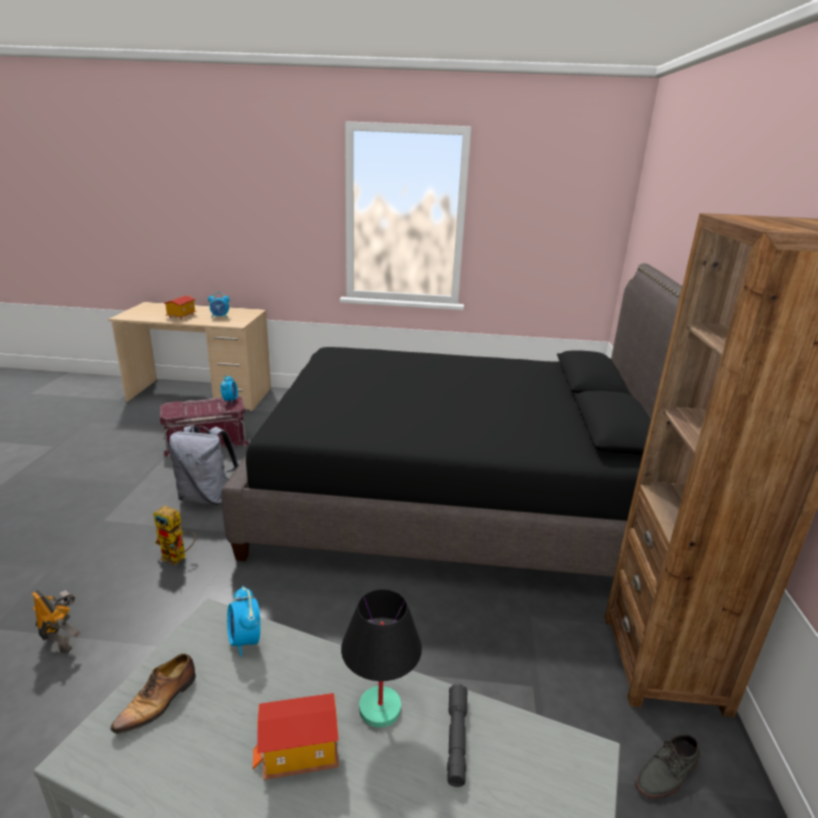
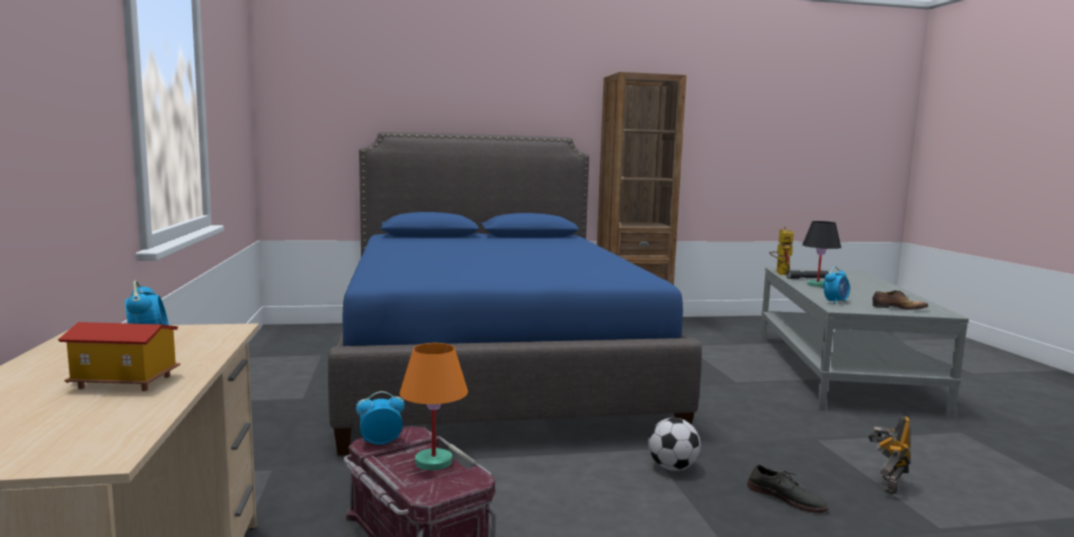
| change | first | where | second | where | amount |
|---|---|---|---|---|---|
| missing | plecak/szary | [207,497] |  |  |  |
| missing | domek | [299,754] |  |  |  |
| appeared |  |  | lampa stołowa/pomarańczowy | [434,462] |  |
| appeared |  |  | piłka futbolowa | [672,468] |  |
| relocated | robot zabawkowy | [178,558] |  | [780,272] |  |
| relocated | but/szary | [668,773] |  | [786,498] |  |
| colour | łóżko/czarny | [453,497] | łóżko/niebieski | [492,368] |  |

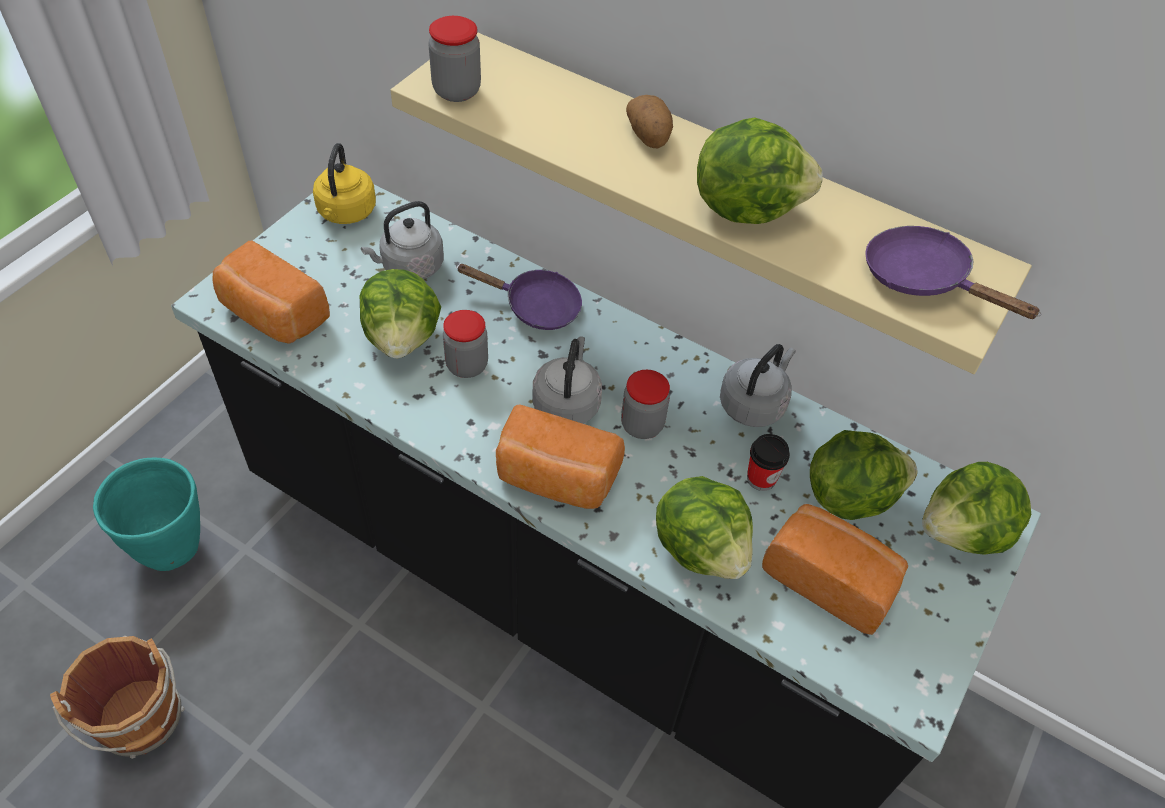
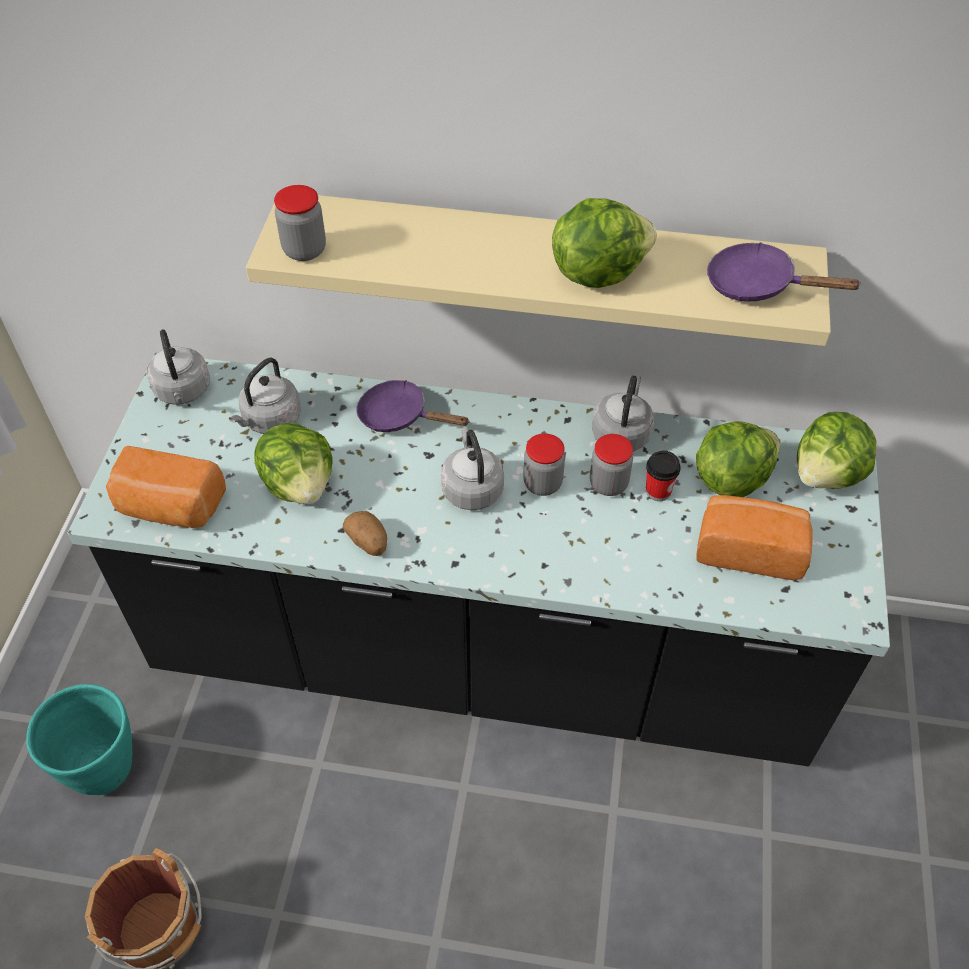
| change | first | where | second | where | amount |
|---|---|---|---|---|---|
| missing | chleb | [555,479] |  |  |  |
| missing | sałata | [701,547] |  |  |  |
| relocated | słoik | [467,365] |  | [608,484] |  |
| relocated | ziemniak | [649,137] |  | [368,542] |  |
| colour | czajnik/żółty | [346,213] | czajnik/szary | [183,392] |  |
| spun | patelnia/fioletowy | [535,306] |  | [399,416] | 150 degrees counterclockwise |

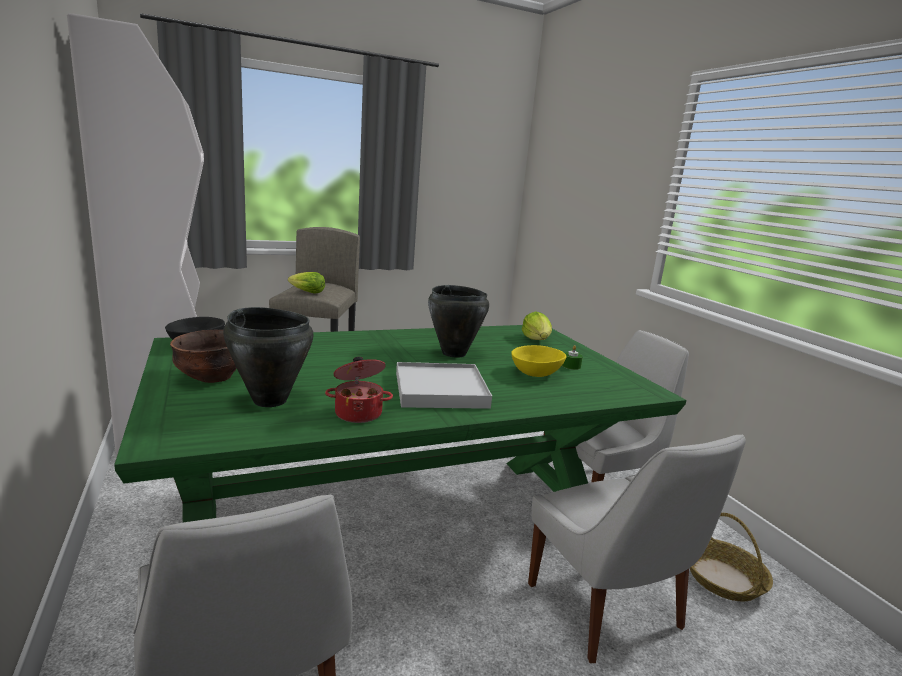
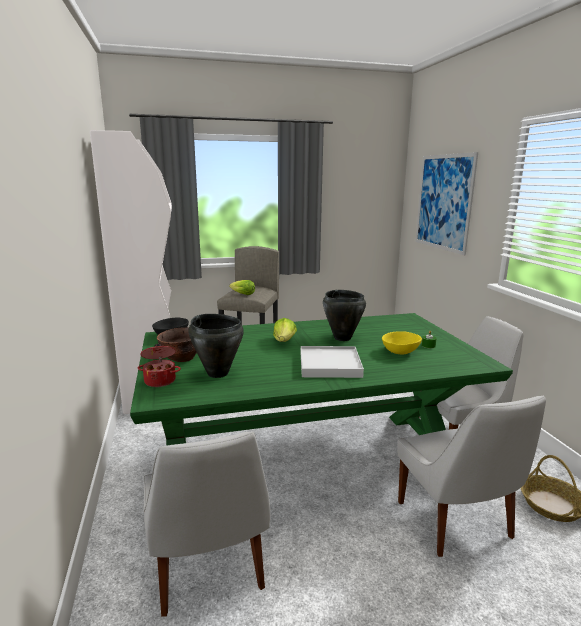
| change | first | where | second | where | amount |
|---|---|---|---|---|---|
| appeared |  |  | obraz | [443,202] |  |
| relocated | garnek | [358,413] |  | [160,380] |  |
| relocated | sałata | [537,340] |  | [284,341] |  |

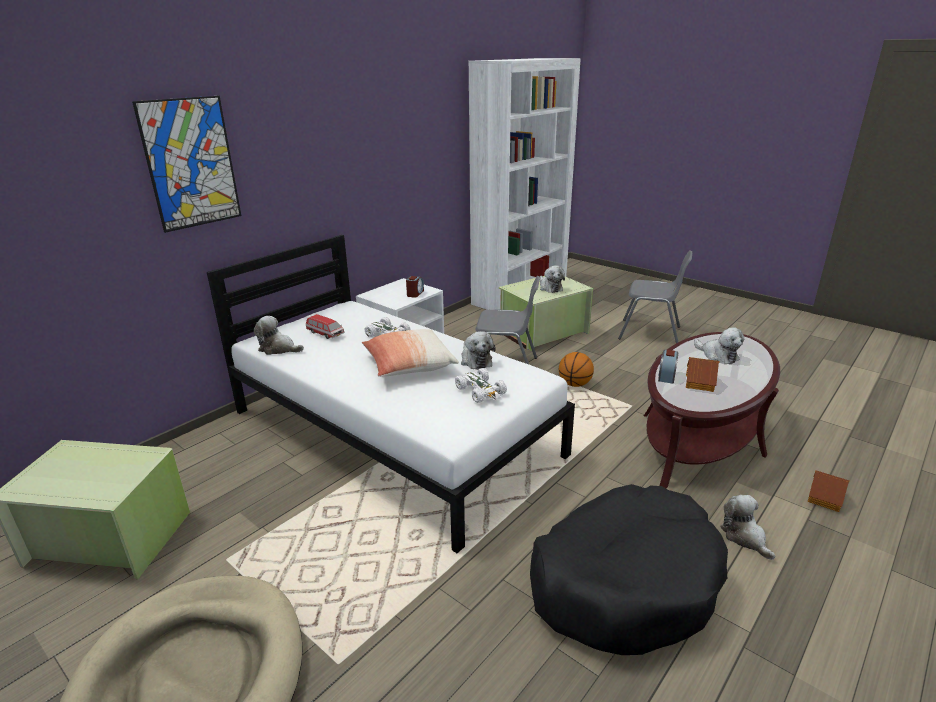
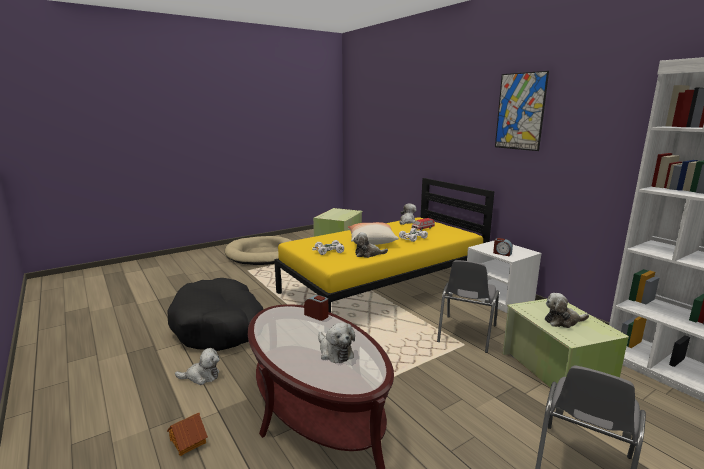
| change | first | where | second | where | amount |
|---|---|---|---|---|---|
| missing | piłka do koszykówki | [575,384] |  |  |  |
| missing | domek | [699,383] |  |  |  |
| relocated | obraz | [191,163] |  | [520,111] |  |
| colour | łóżko/biały | [394,432] | łóżko/żółty | [384,287] |  |
| spun | pluszak | [717,356] |  | [334,352] | 105 degrees counterclockwise |

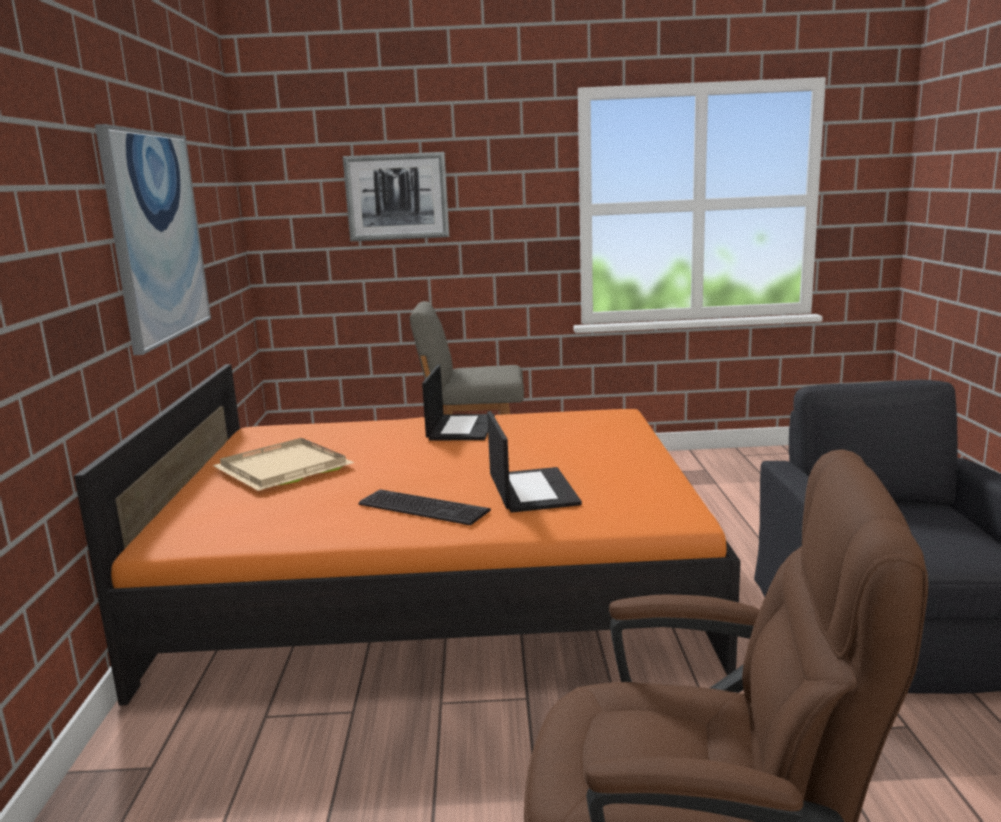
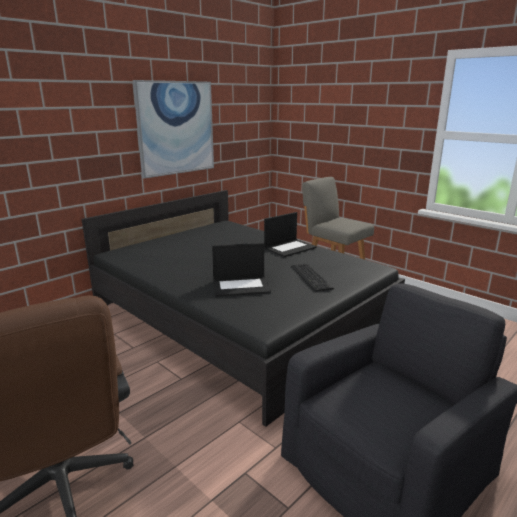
| change | first | where | second | where | amount |
|---|---|---|---|---|---|
| missing | taca/beżowy | [281,468] |  |  |  |
| missing | obraz | [397,197] |  |  |  |
| relocated | klawiatura | [423,506] |  | [312,276] |  |
| colour | łóżko/pomarańczowy | [438,580] | łóżko/czarny | [240,317] |  |
| spun | laptop | [531,490] |  | [241,286] | 45 degrees clockwise |

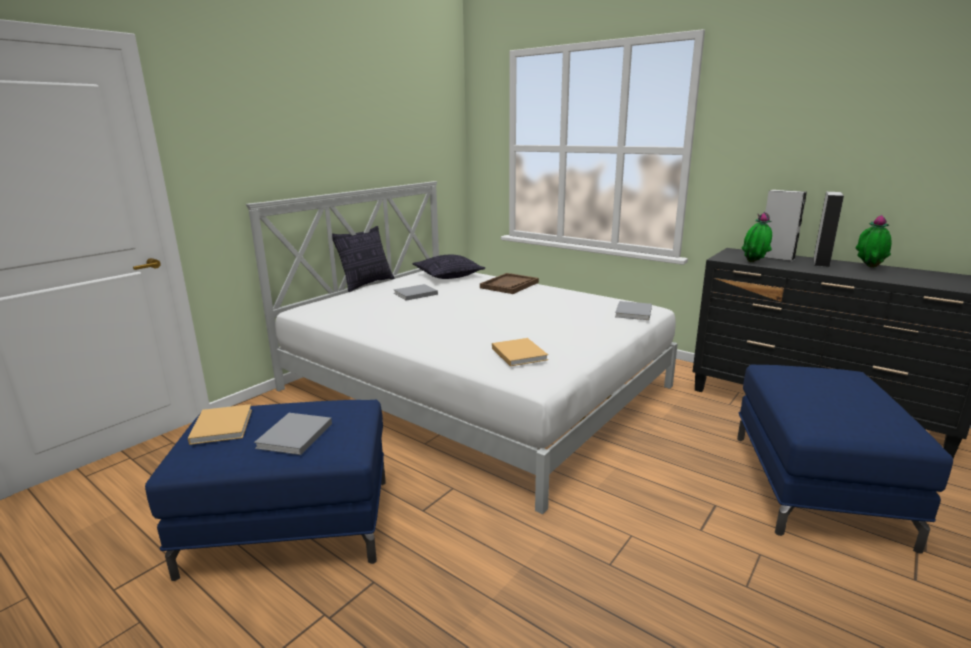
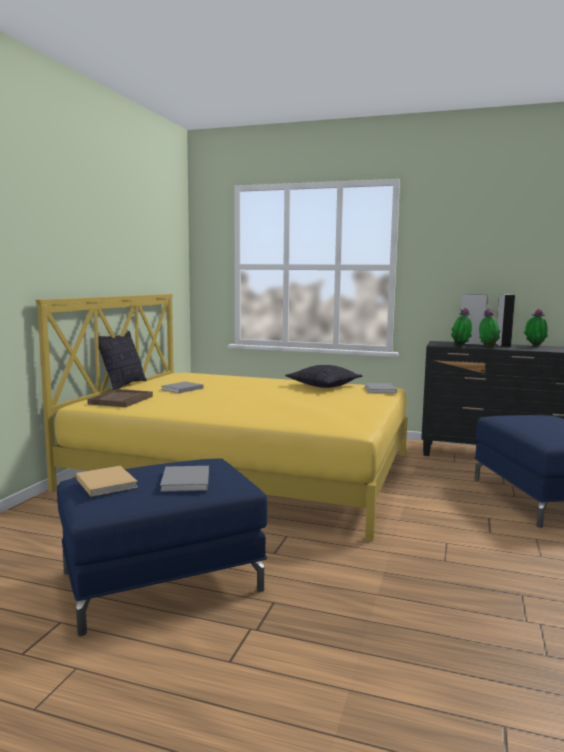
| change | first | where | second | where | amount |
|---|---|---|---|---|---|
| missing | książka/beżowy | [518,353] |  |  |  |
| appeared |  |  | roślina doniczkowa | [487,347] |  |
| relocated | poduszka | [448,276] |  | [323,386] |  |
| relocated | taca/brązowy | [509,285] |  | [121,400] |  |
| colour | łóżko/biały | [473,388] | łóżko/żółty | [245,471] |  |

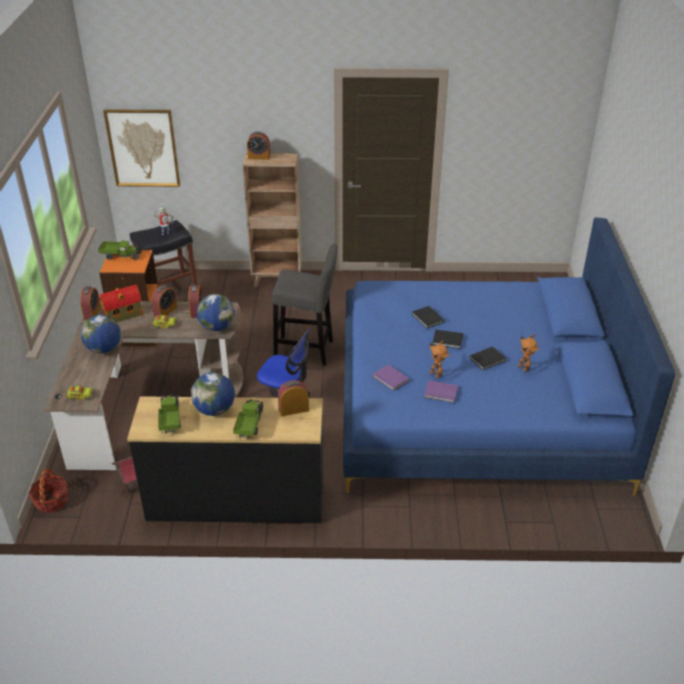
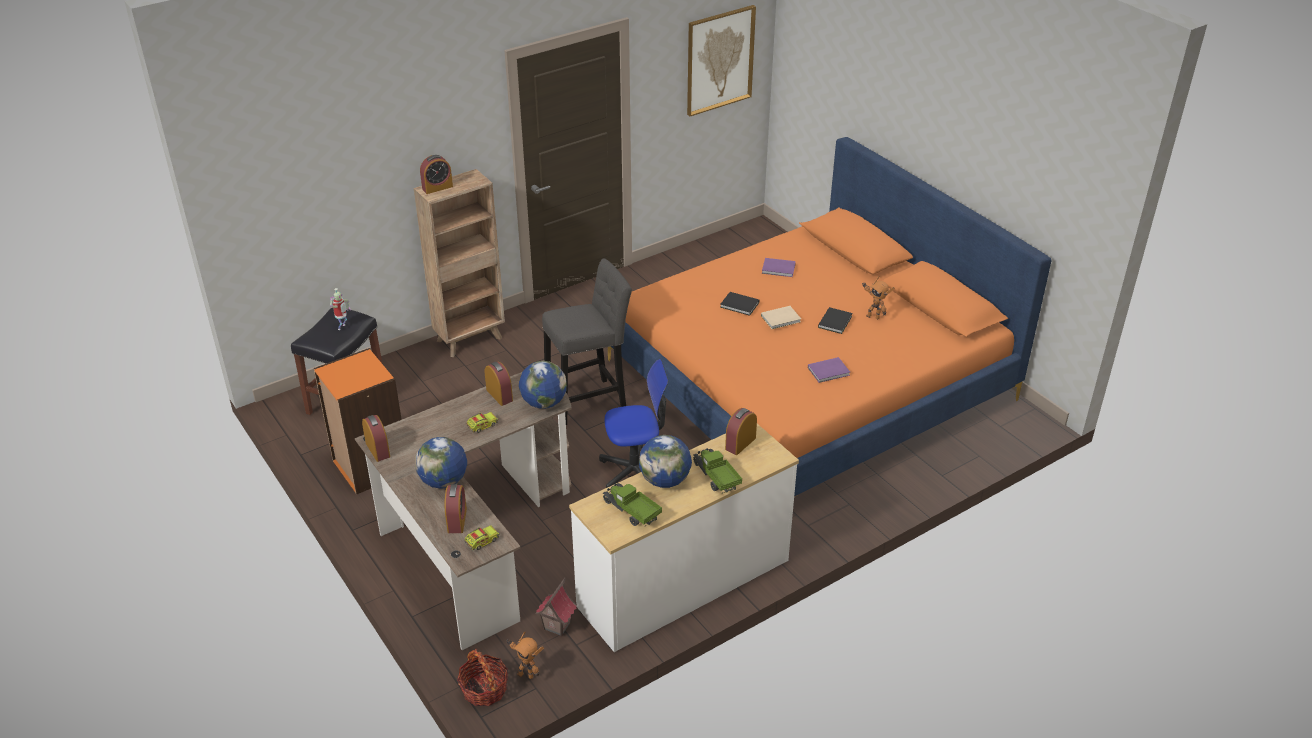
| change | first | where | second | where | amount |
|---|---|---|---|---|---|
| missing | ciężarówka zabawkowa | [121,256] |  |  |  |
| missing | domek | [124,315] |  |  |  |
| relocated | obraz | [143,148] |  | [719,60] |  |
| relocated | budzik | [165,311] |  | [457,520] |  |
| relocated | książka/fioletowy | [390,379] |  | [779,269] |  |
| relocated | robot zabawkowy | [435,374] |  | [526,674] |  |
| colour | komoda/czarny | [236,501] | komoda/biały | [684,584] |  |
| colour | łóżko/niebieski | [476,403] | łóżko/pomarańczowy | [809,379] |  |
| colour | książka/czarny | [448,340] | książka/beżowy | [782,319] |  |

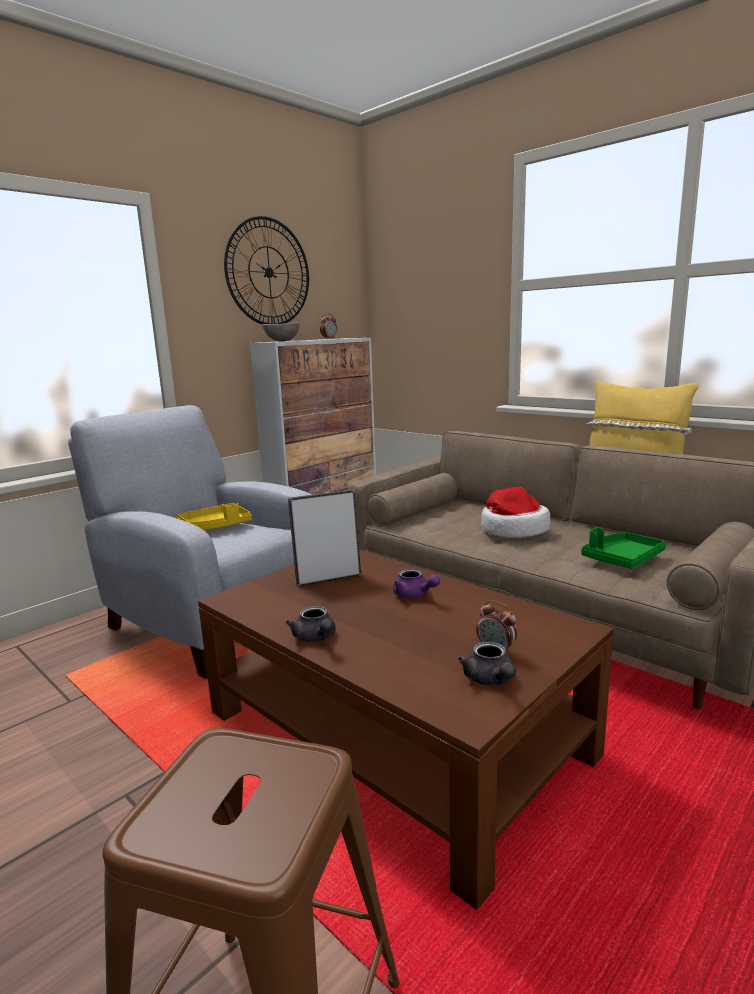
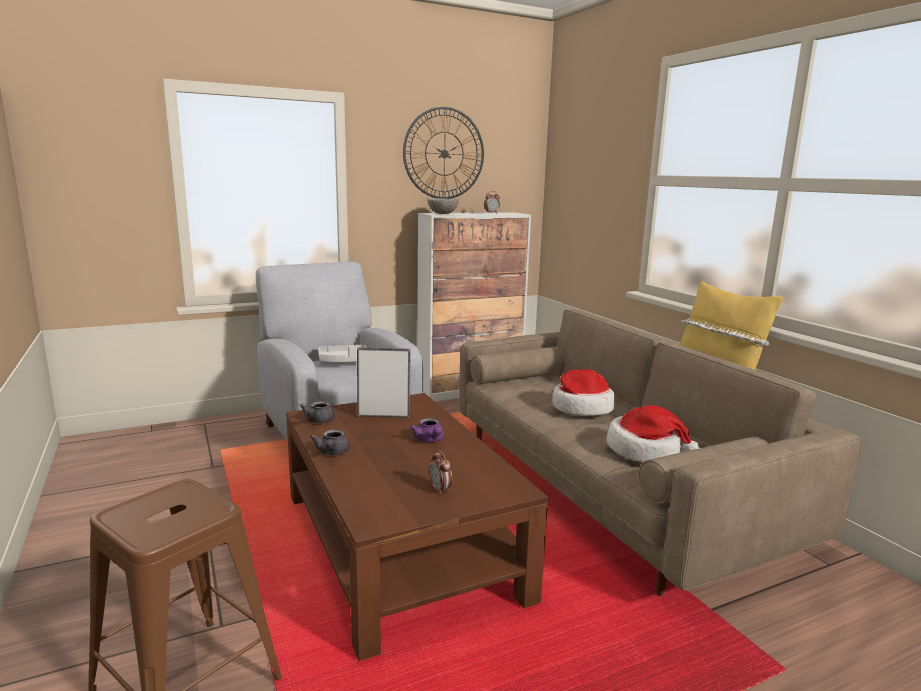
| change | first | where | second | where | amount |
|---|---|---|---|---|---|
| relocated | imbryk/szary | [490,680] |  | [318,421] |  |
| exchanged | taca/zielony | [622,559] | kapelusz | [645,450] |  |
| colour | taca/żółty | [215,526] | taca/szary | [344,361] |  |

